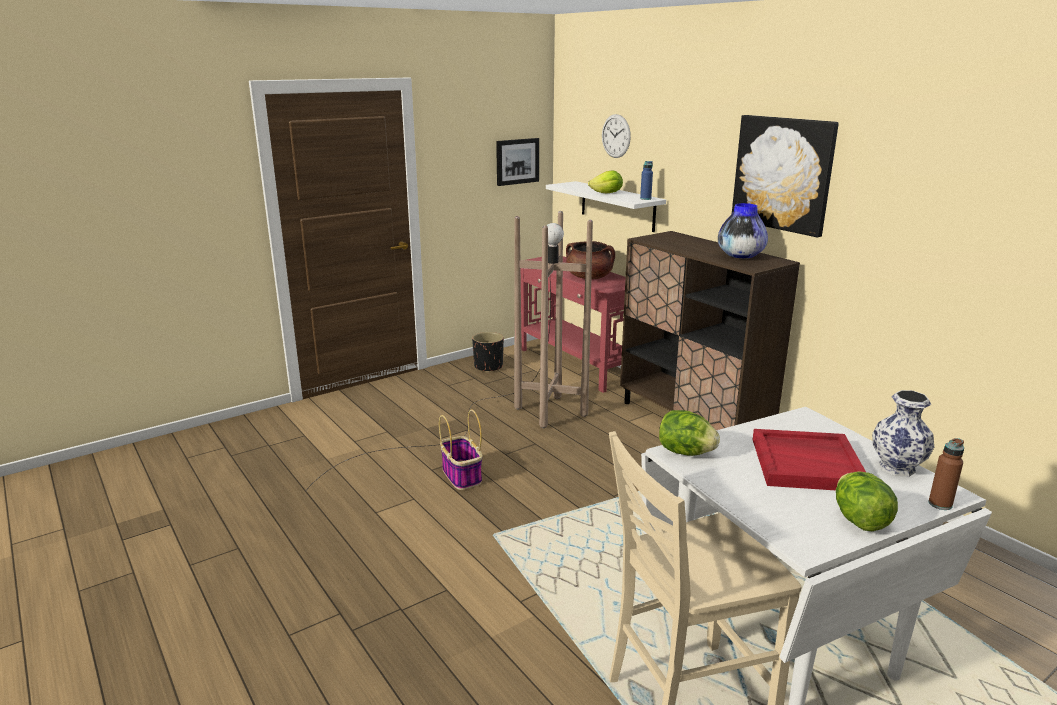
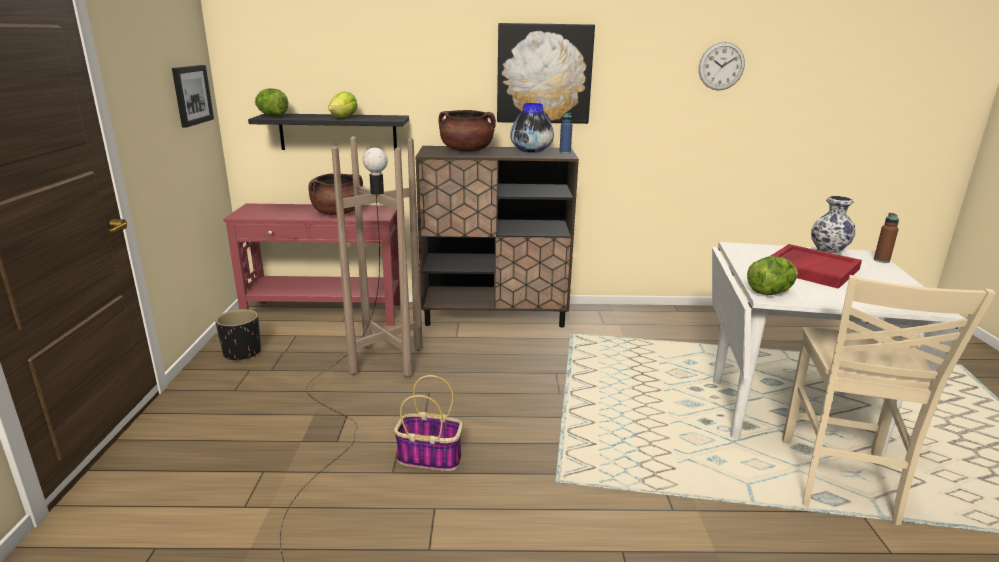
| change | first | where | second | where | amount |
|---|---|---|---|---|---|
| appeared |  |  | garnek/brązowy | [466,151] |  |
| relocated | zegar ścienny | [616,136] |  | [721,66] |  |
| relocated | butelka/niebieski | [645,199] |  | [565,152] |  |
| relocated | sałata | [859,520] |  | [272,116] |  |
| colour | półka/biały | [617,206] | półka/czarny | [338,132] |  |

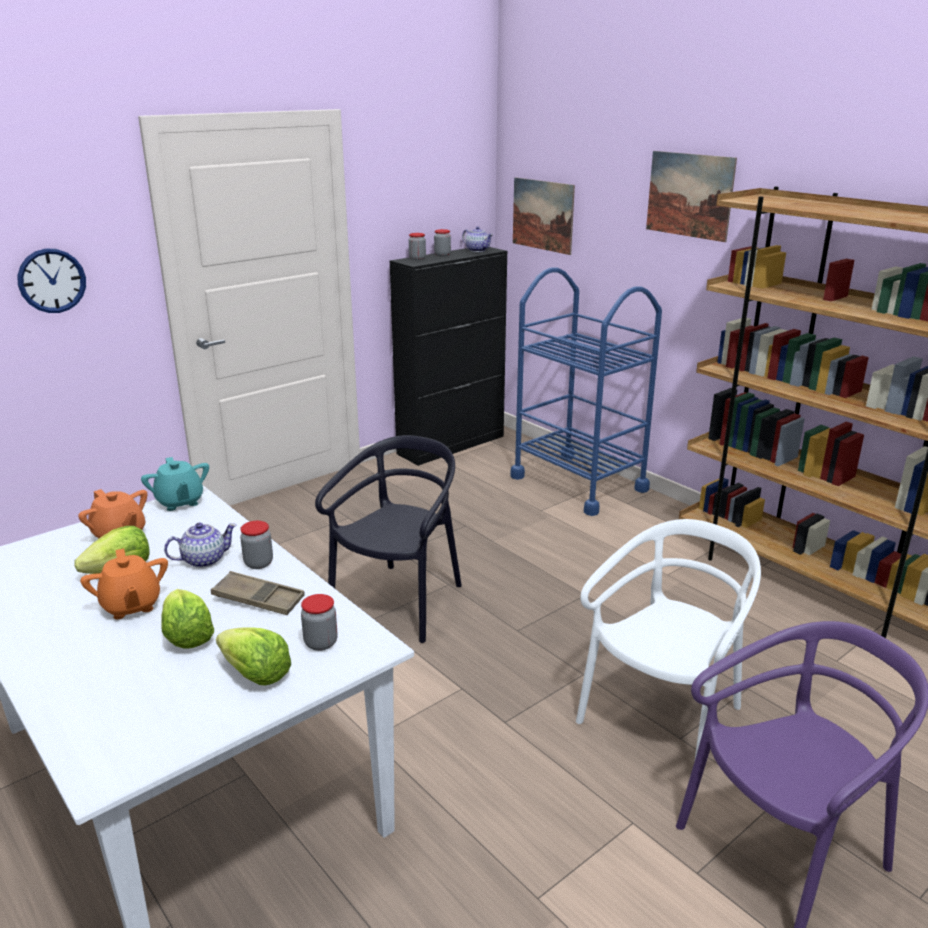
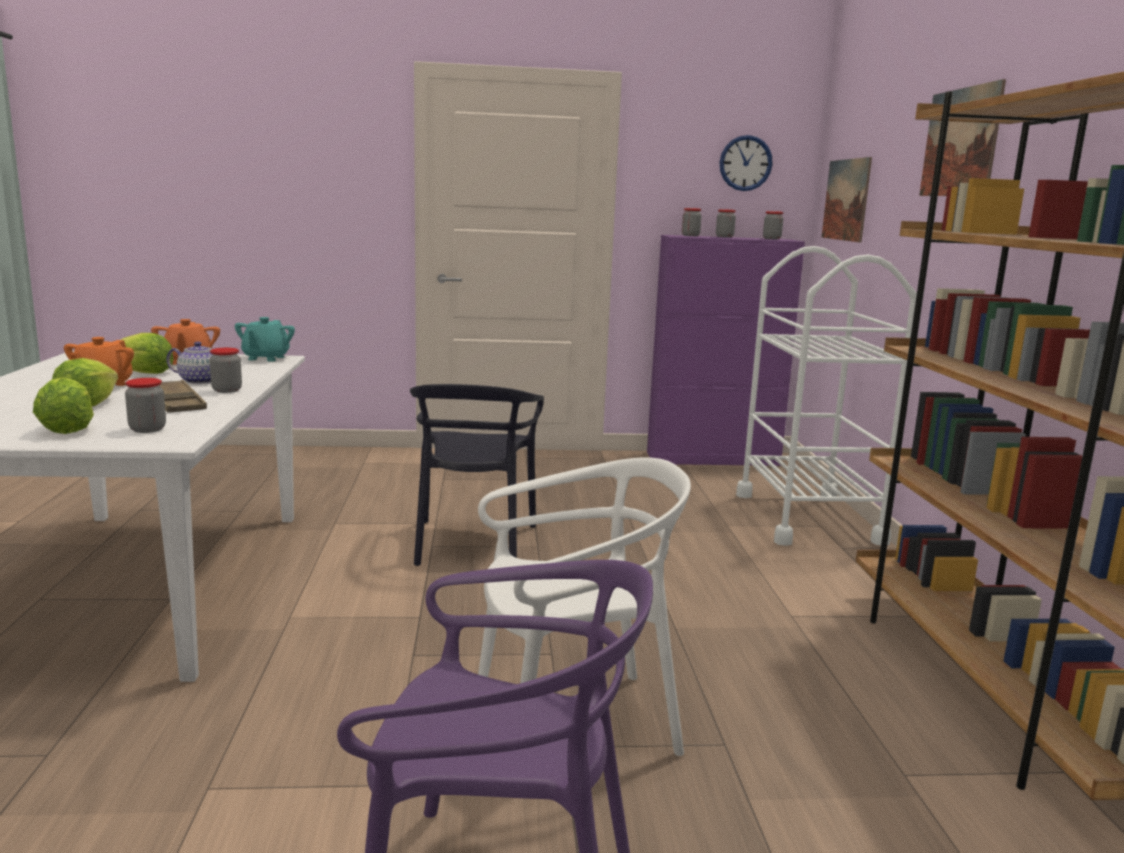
| change | first | where | second | where | amount |
|---|---|---|---|---|---|
| relocated | zegar ścienny | [52,280] |  | [745,163] |  |
| exchanged | imbryk | [477,250] | słoik | [771,239] |  |
| colour | szafka/czarny | [452,445] | szafka/fioletowy | [713,459] |  |
| colour | wózek/niebieski | [578,483] | wózek/biały | [807,518] |  |
| spun | krzesło/czarny | [399,602] |  | [472,543] | 120 degrees clockwise |

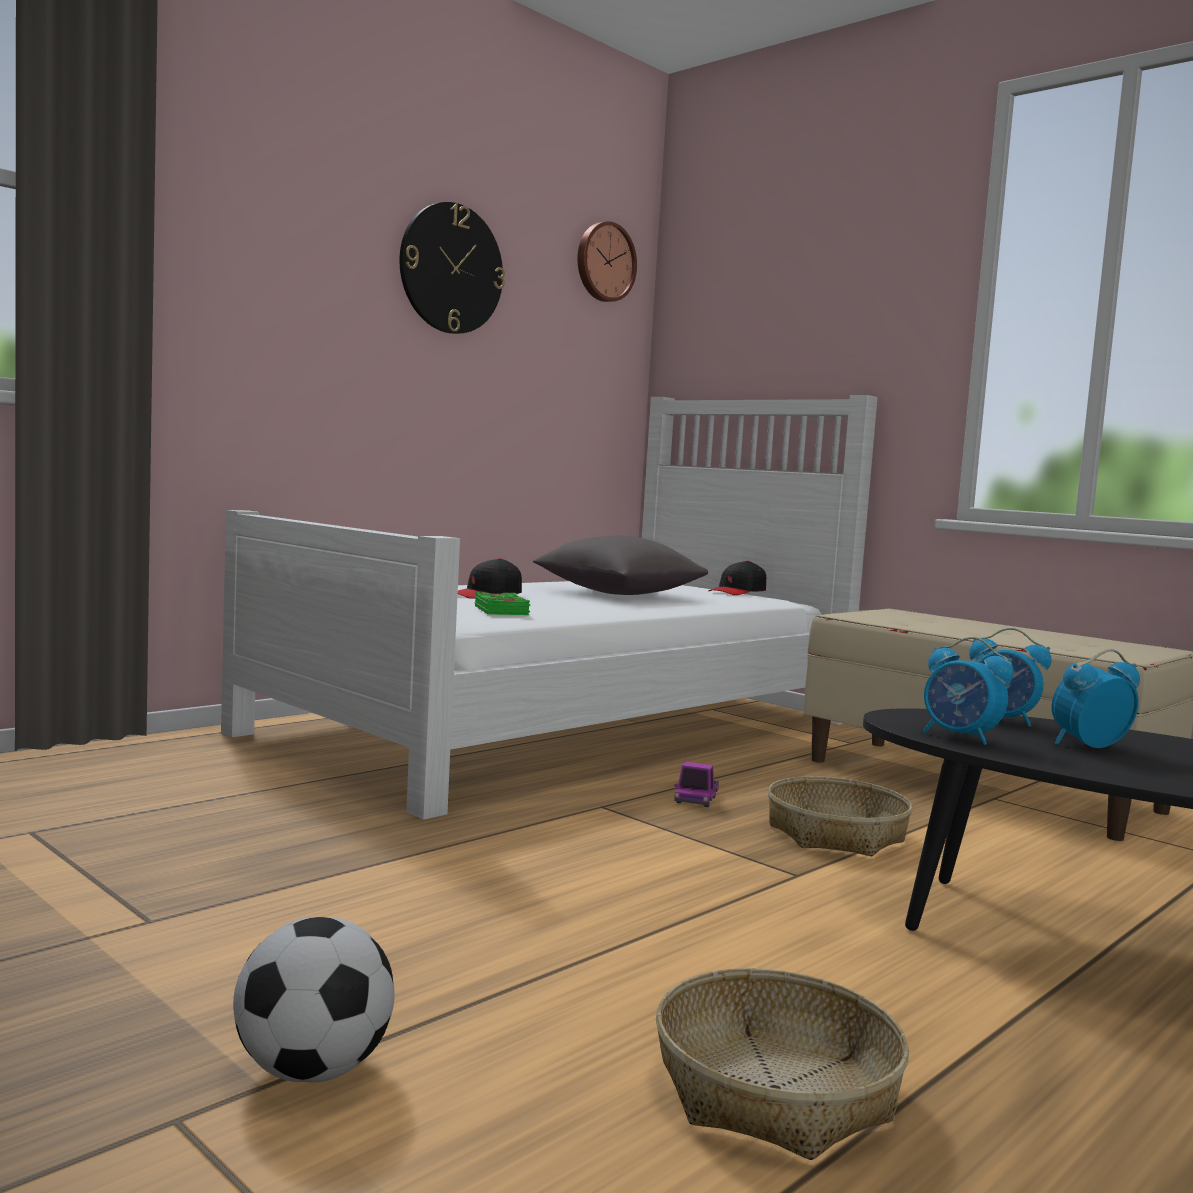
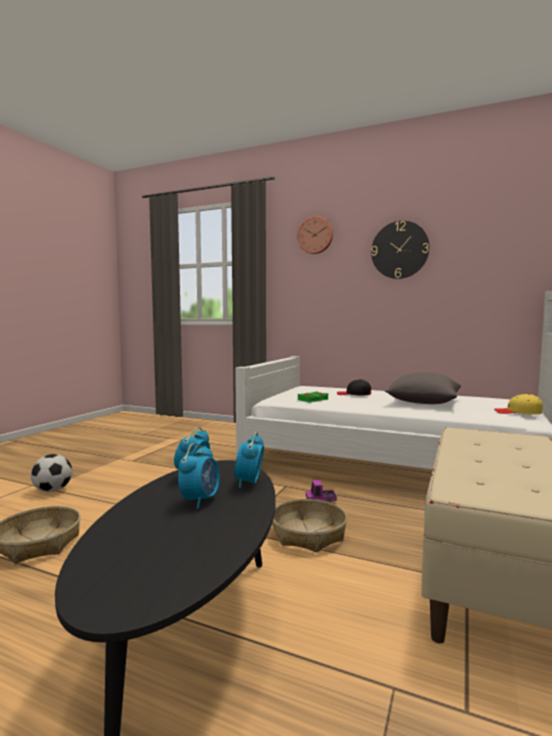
| change | first | where | second | where | amount |
|---|---|---|---|---|---|
| relocated | zegar ścienny | [604,262] |  | [315,235] |  |
| colour | czapka z daszkiem/czarny | [737,592] | czapka z daszkiem/żółty | [518,412] |  |
| spun | budzik | [1088,746] |  | [200,500] | 60 degrees clockwise |

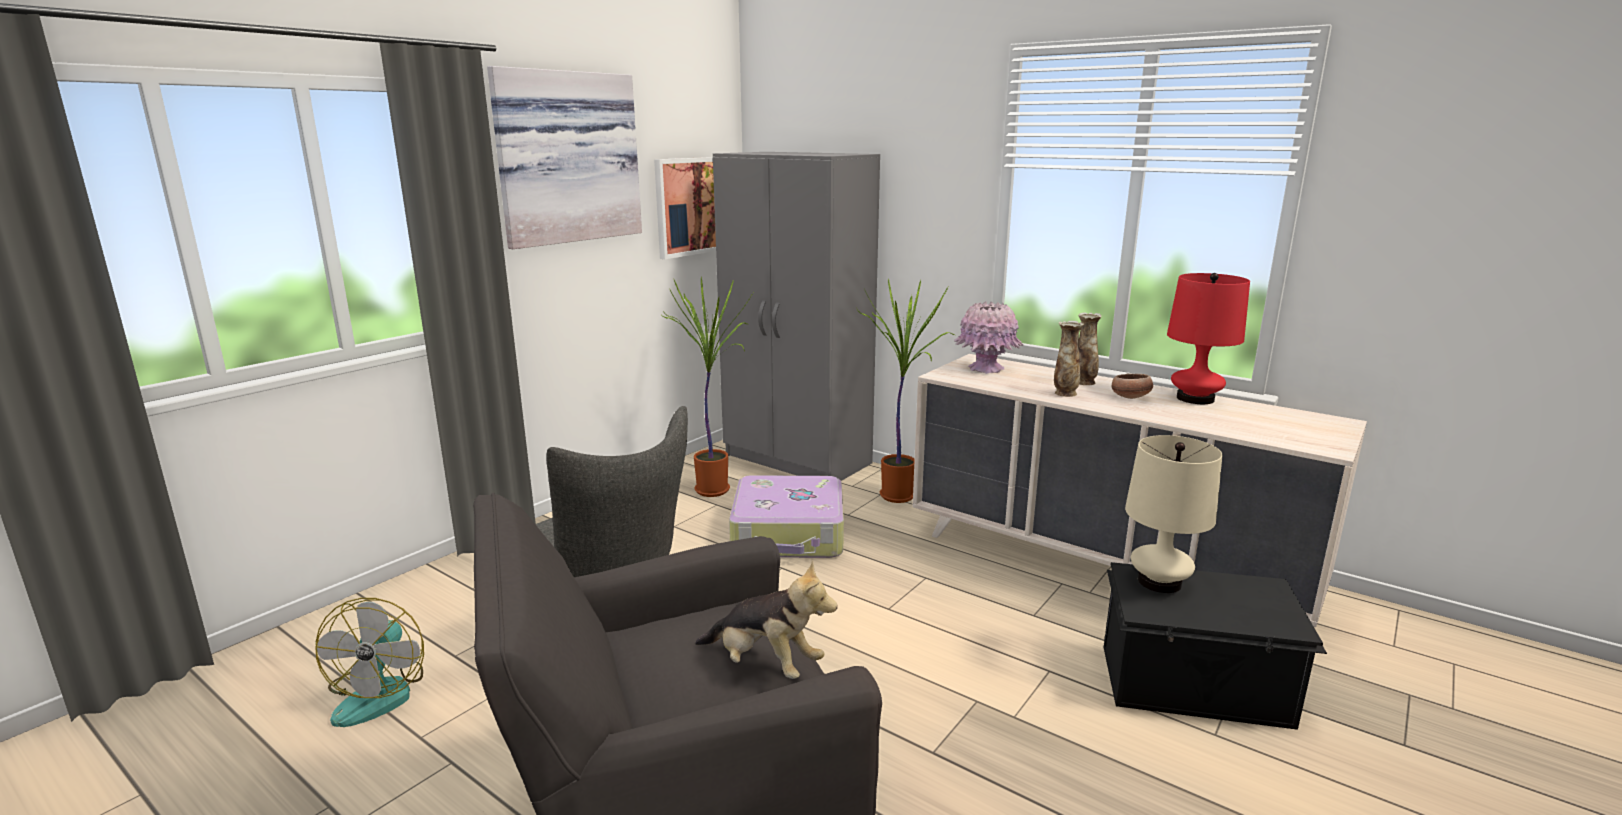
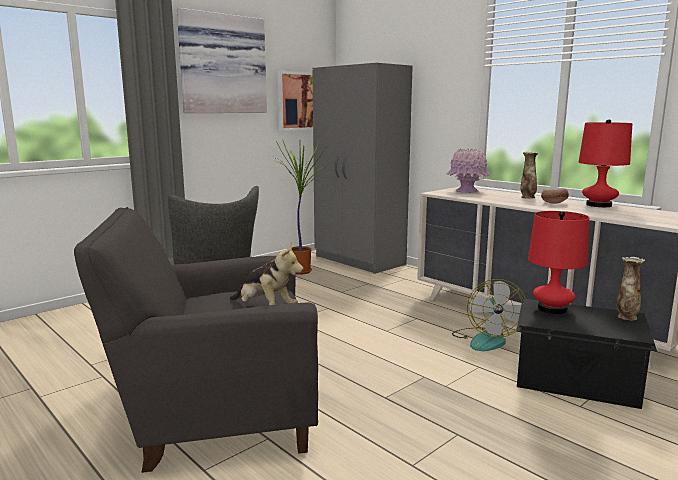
| change | first | where | second | where | amount |
|---|---|---|---|---|---|
| missing | walizka | [789,534] |  |  |  |
| missing | roślina doniczkowa | [898,495] |  |  |  |
| relocated | wentylator | [381,693] |  | [485,339] |  |
| relocated | wazon | [1065,393] |  | [626,317] |  |
| colour | lampa stołowa/beżowy | [1159,582] | lampa stołowa/czerwony | [552,309] |  |

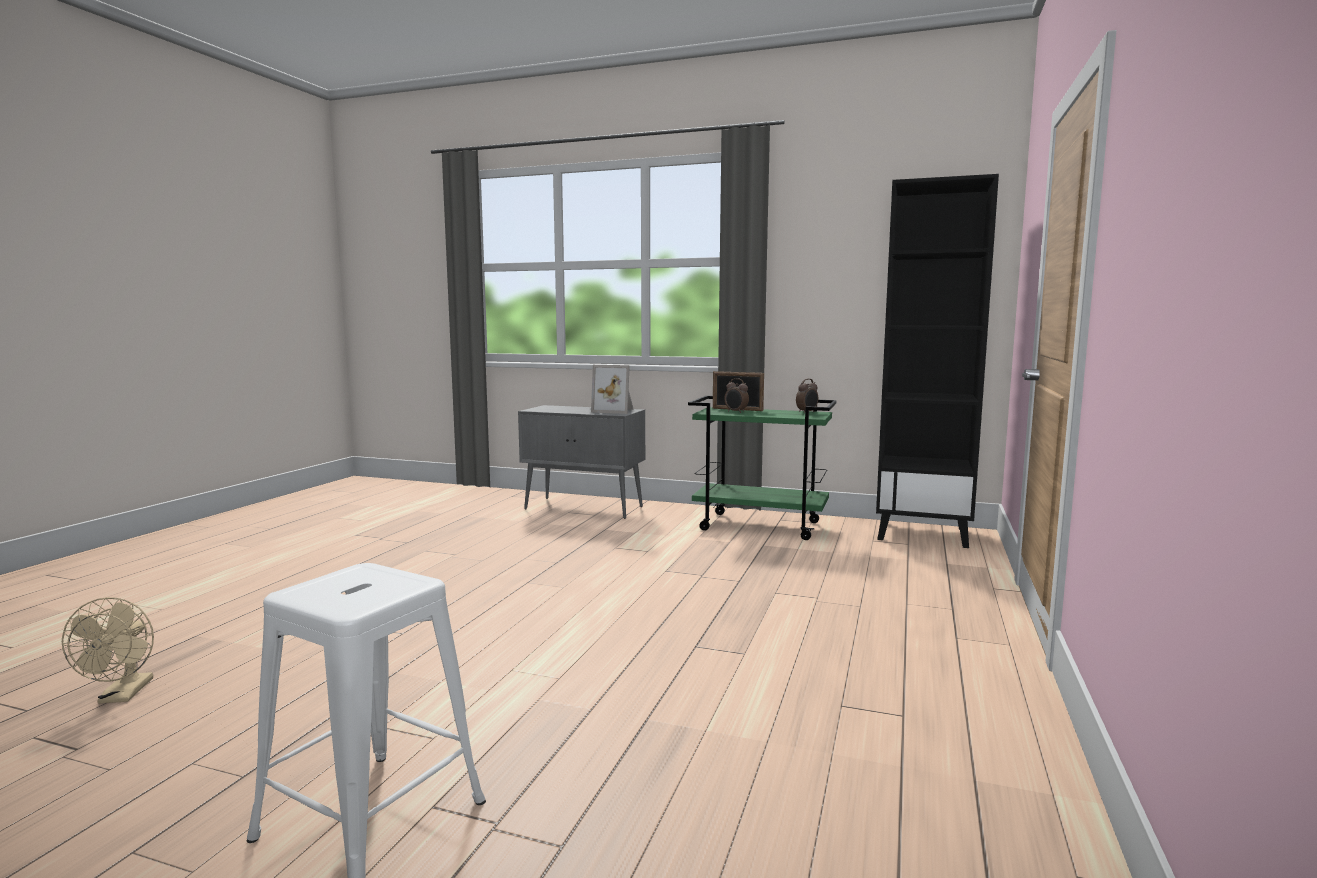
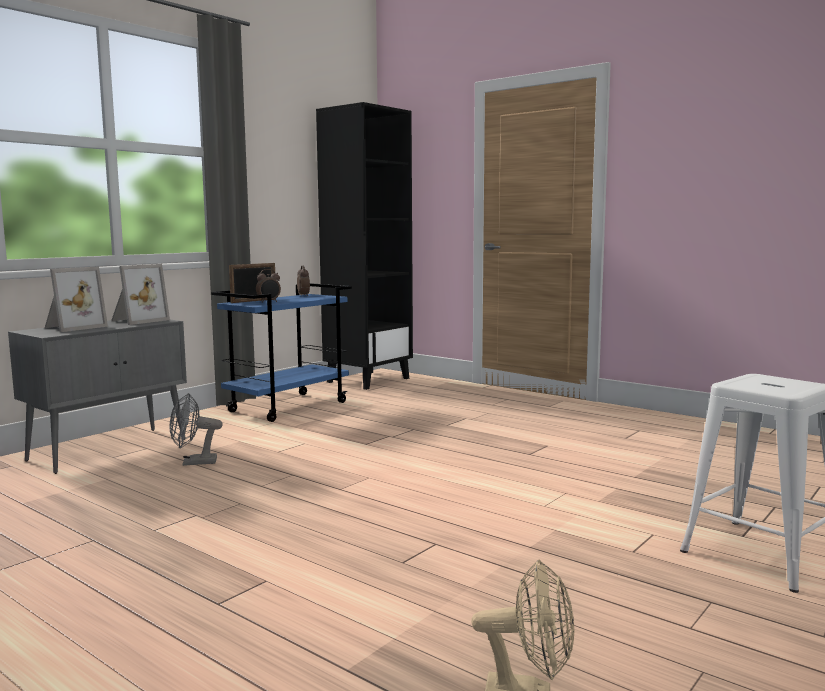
| change | first | where | second | where | amount |
|---|---|---|---|---|---|
| appeared |  |  | ramka na zdjęcie | [73,327] |  |
| appeared |  |  | wentylator/szary | [193,462] |  |
| colour | wózek/zielony | [761,526] | wózek/niebieski | [288,406] |  |

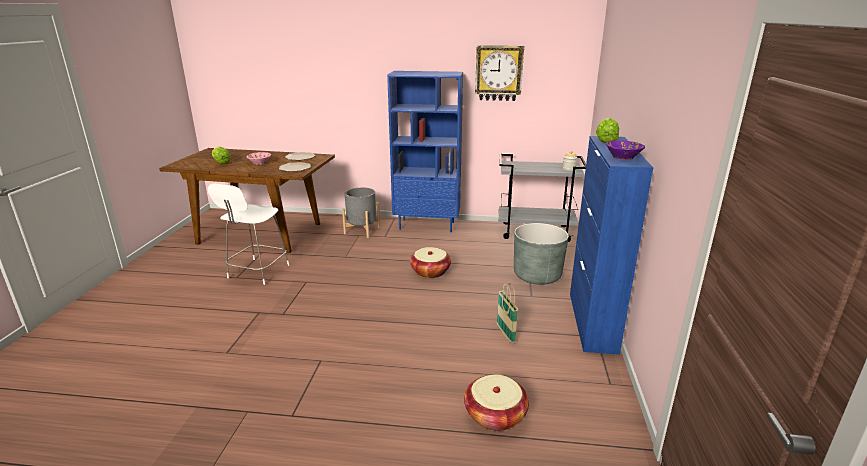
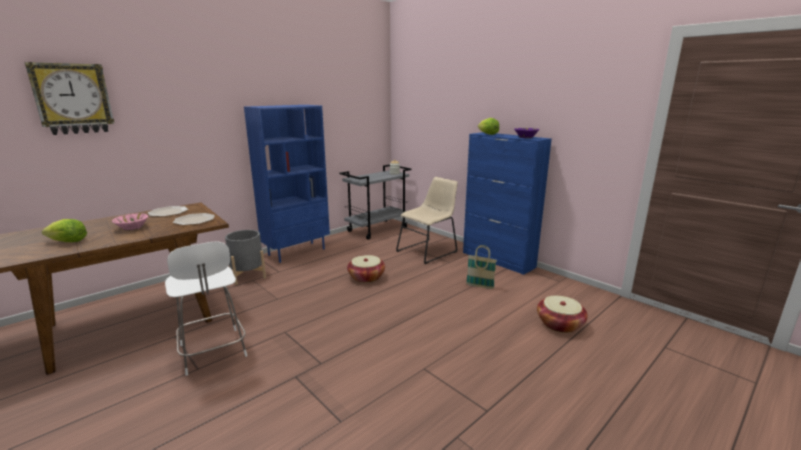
| change | first | where | second | where | amount |
|---|---|---|---|---|---|
| relocated | zegar ścienny | [498,73] |  | [73,99] |  |
| exchanged | donica/szary | [537,275] | krzesło/beżowy | [428,251] |  |

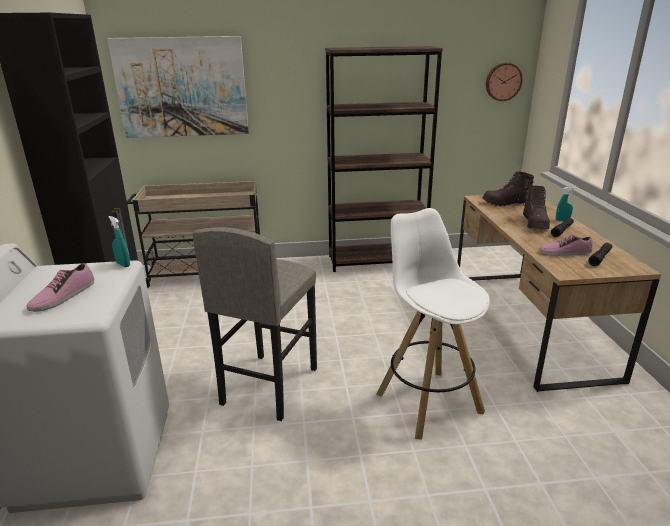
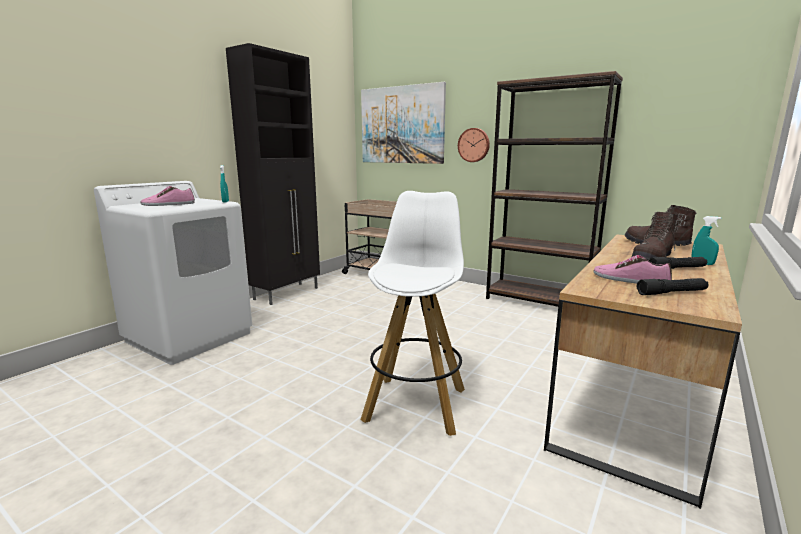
| change | first | where | second | where | amount |
|---|---|---|---|---|---|
| missing | stołek/szary | [269,386] |  |  |  |
| relocated | zegar ścienny | [503,81] |  | [474,145] |  |

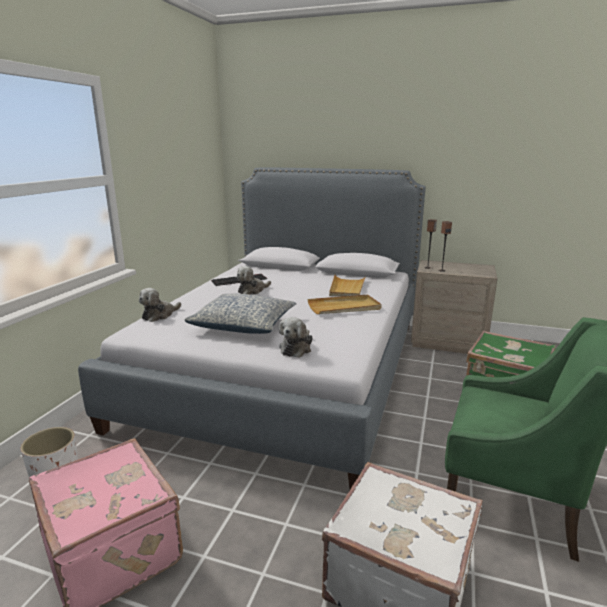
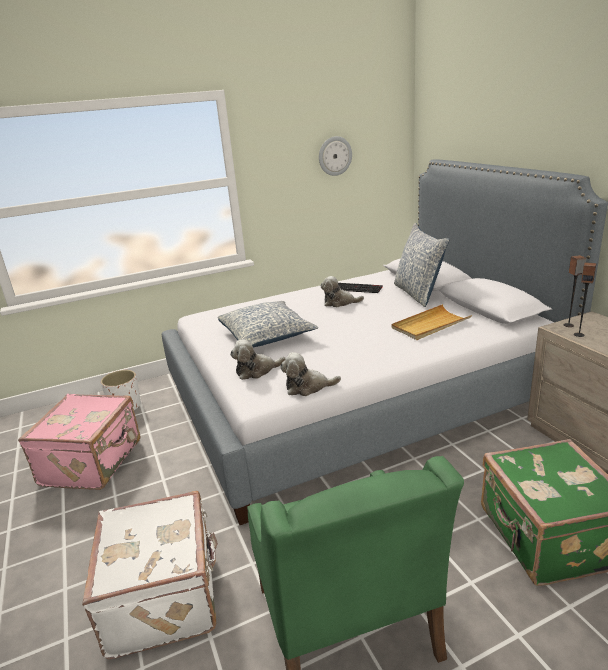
| change | first | where | second | where | amount |
|---|---|---|---|---|---|
| missing | taca/beżowy | [344,307] |  |  |  |
| appeared |  |  | zegar ścienny | [335,156] |  |
| appeared |  |  | poduszka | [418,294] |  |
| relocated | pluszak | [159,315] |  | [307,387] |  |

